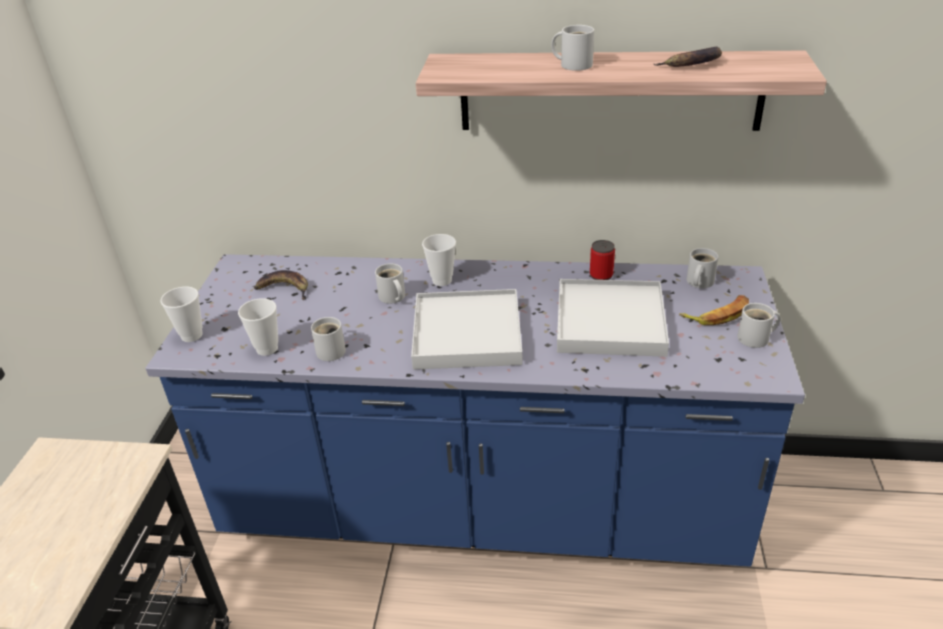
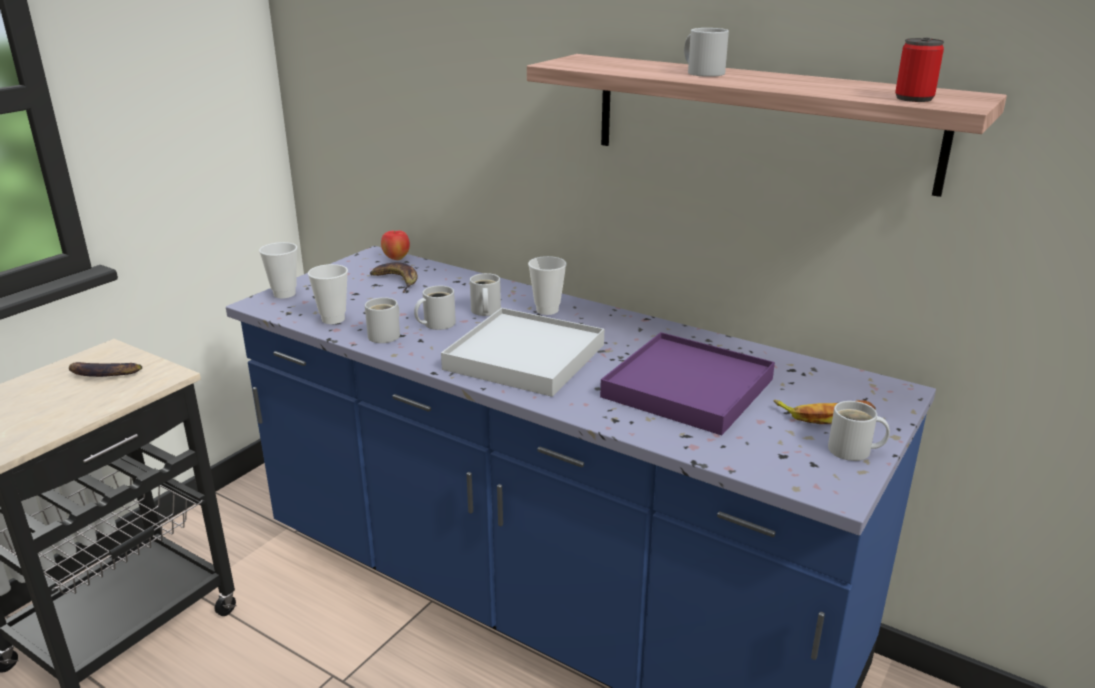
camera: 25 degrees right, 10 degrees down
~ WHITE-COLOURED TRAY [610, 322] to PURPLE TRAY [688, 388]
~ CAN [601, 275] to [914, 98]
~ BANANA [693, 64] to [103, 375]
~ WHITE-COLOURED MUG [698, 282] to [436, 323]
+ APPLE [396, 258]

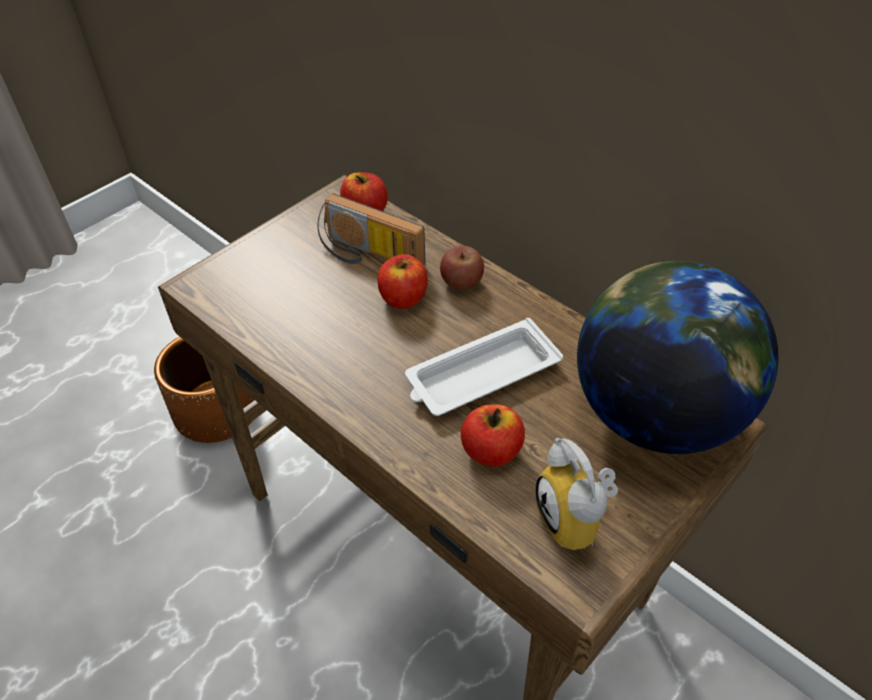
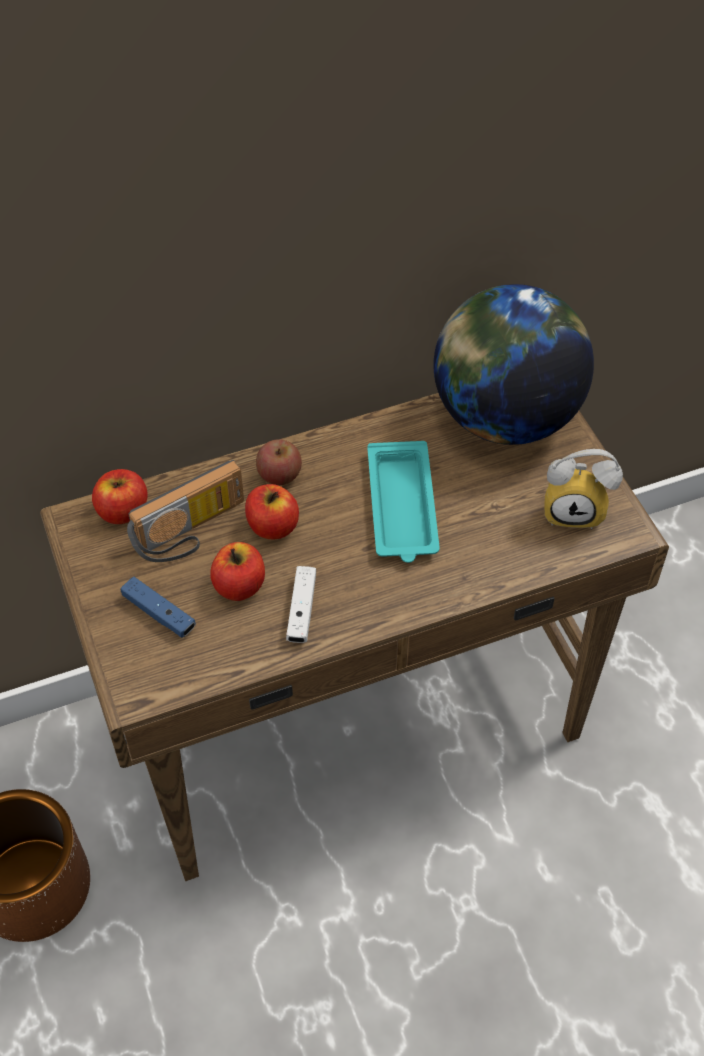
camera: 65 degrees left, 5 degrees up
~ WHITE-COLOURED TRAY [480, 375] to TURQUOISE TRAY [402, 508]
~ APPLE [491, 451] to [239, 586]
+ BLUISH JOYPAD [159, 613]
+ WHITE-COLOURED JOYPAD [301, 610]

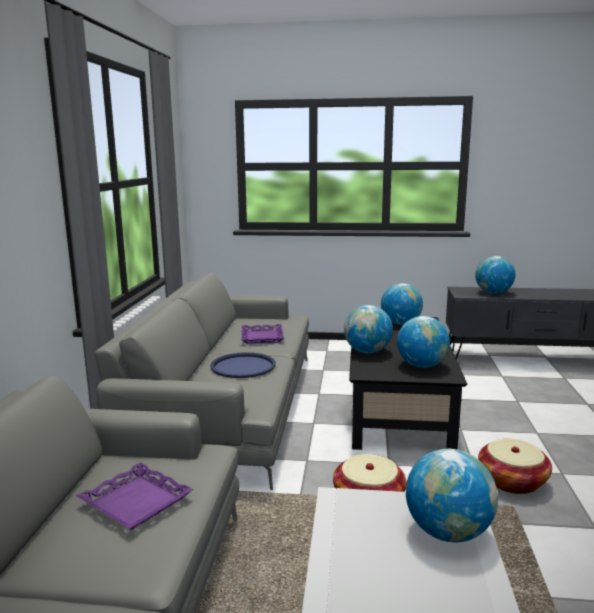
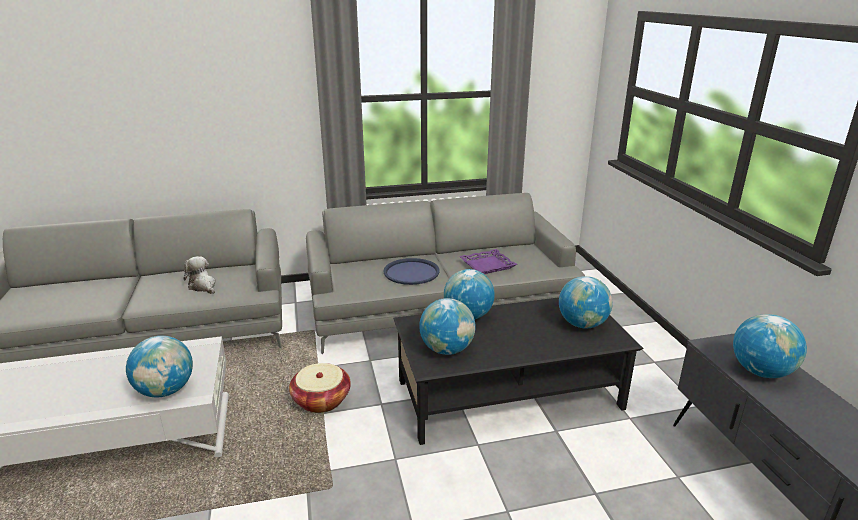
camera: 70 degrees right, 10 degrees up
~ PURPLE TRAY [137, 502] to SOFT TOY [203, 286]
- HOUSEHOLD BASKET [512, 481]

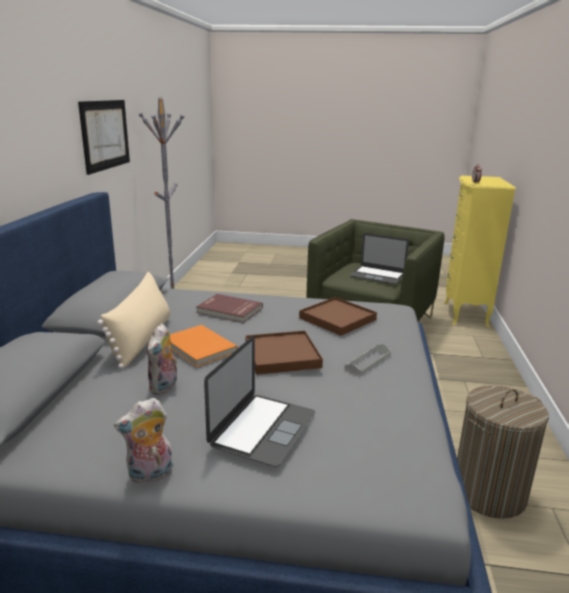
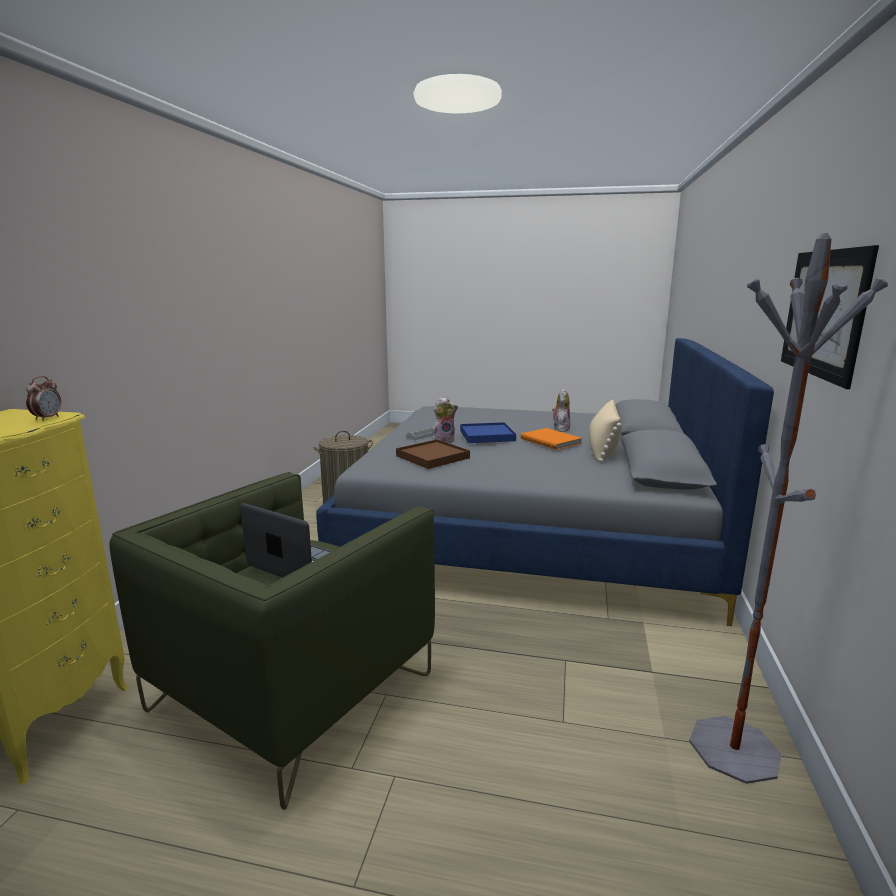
camera: 175 degrees left, 5 degrees down
~ SOFT TOY [150, 475] to [443, 441]
- RED-COLOURED BOOK [229, 310]
- LAPTOP [263, 428]
~ BROWNISH TRAY [282, 355] to BLUISH TRAY [487, 436]

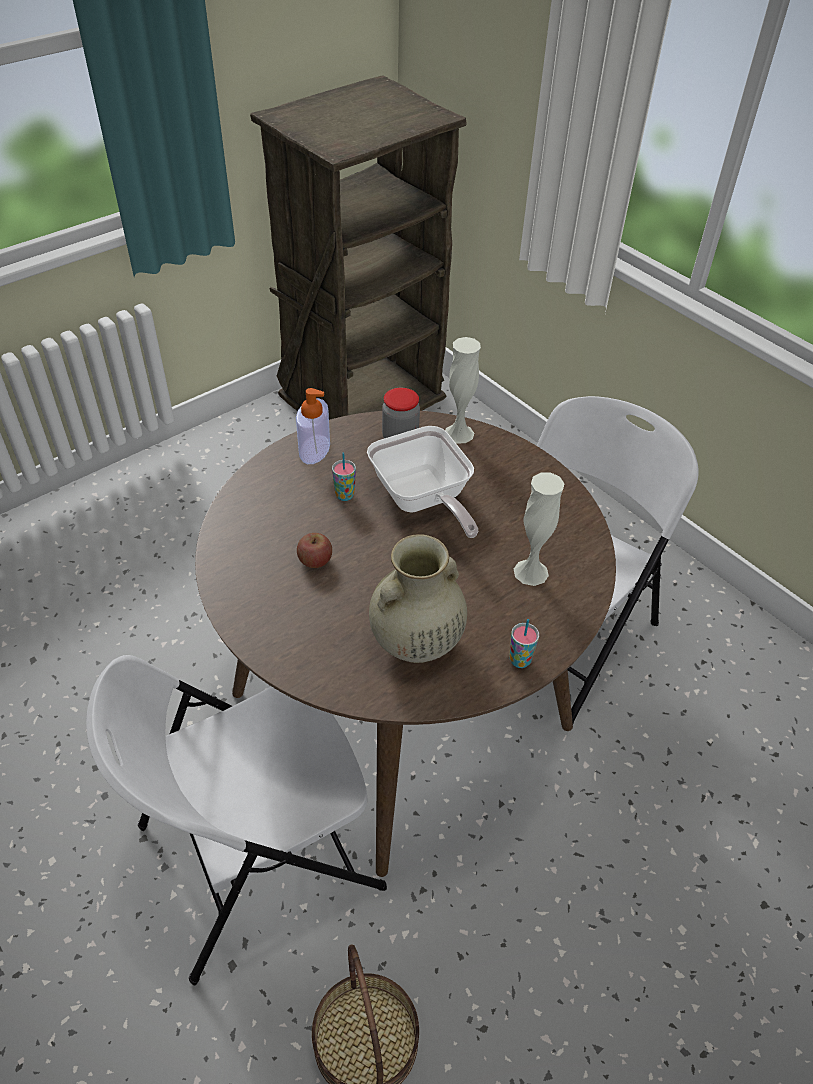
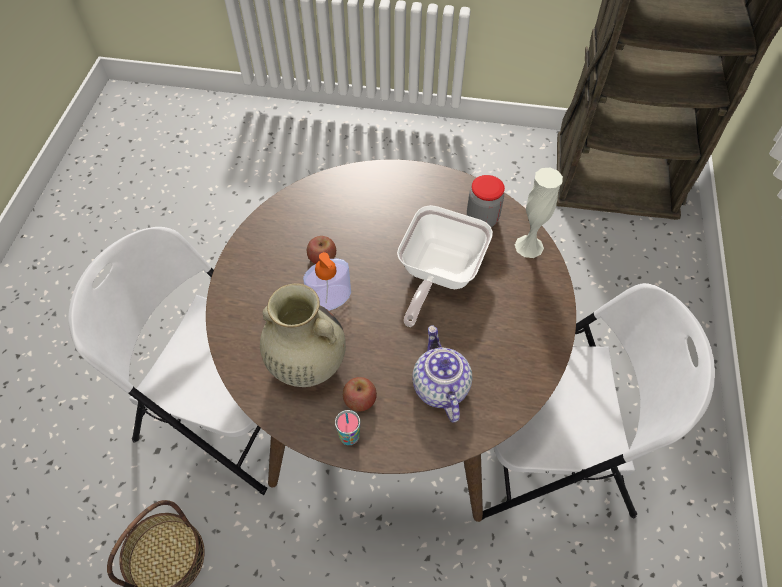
camera: 50 degrees right, 10 degrees up
~ LIQUID SOAP BOTTLE [314, 449] to [329, 298]
- DRINKING CUP [344, 495]
~ WHITE-COLOURED DECORATIVE VASE [531, 572] to TEAPOT [439, 386]
+ APPLE [360, 400]

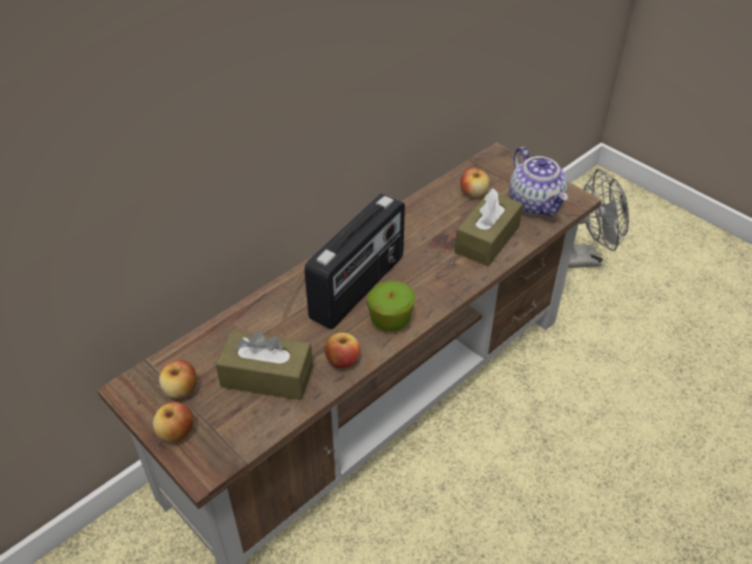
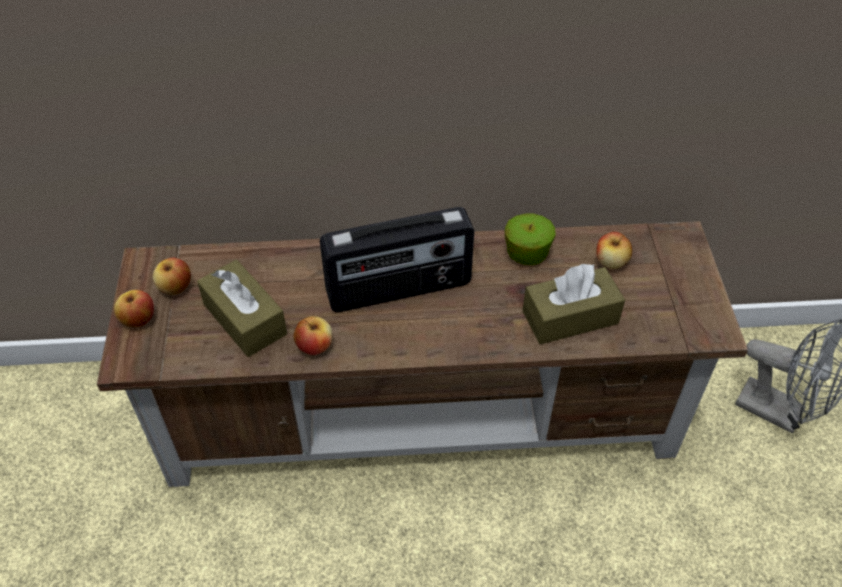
camera: 40 degrees right, 5 degrees up
~ APPLE [390, 320] to [526, 254]
- TEAPOT [536, 203]

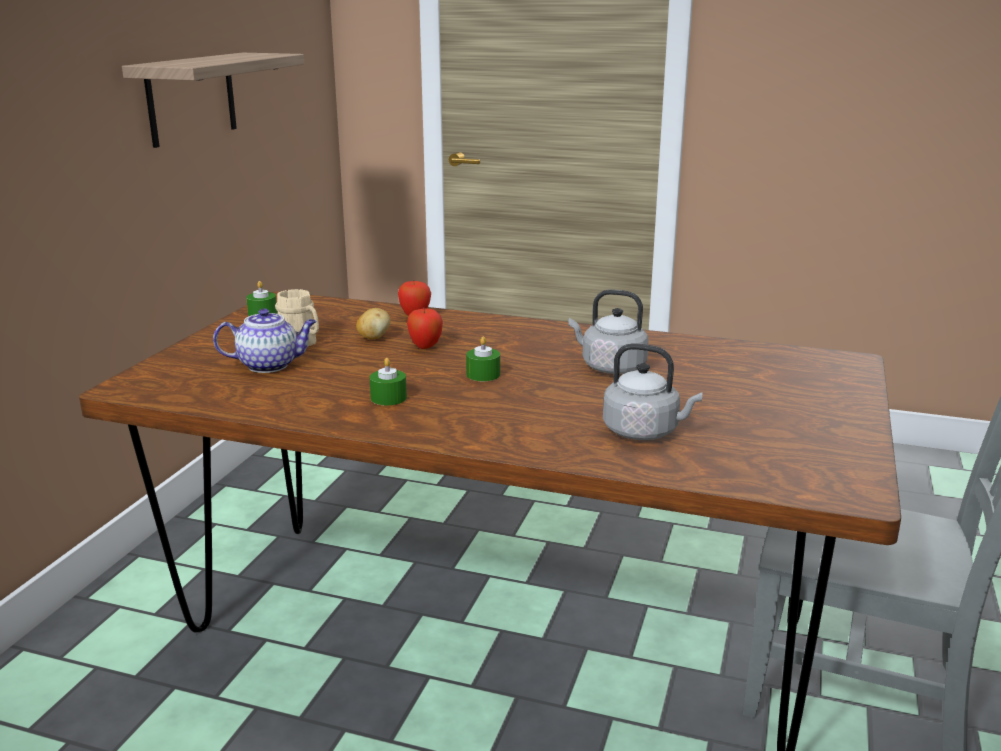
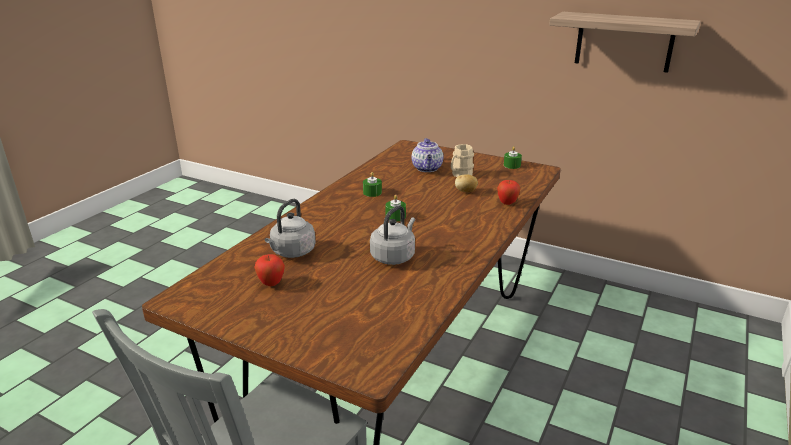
camera: 100 degrees right, 5 degrees up
~ APPLE [425, 347] to [271, 284]

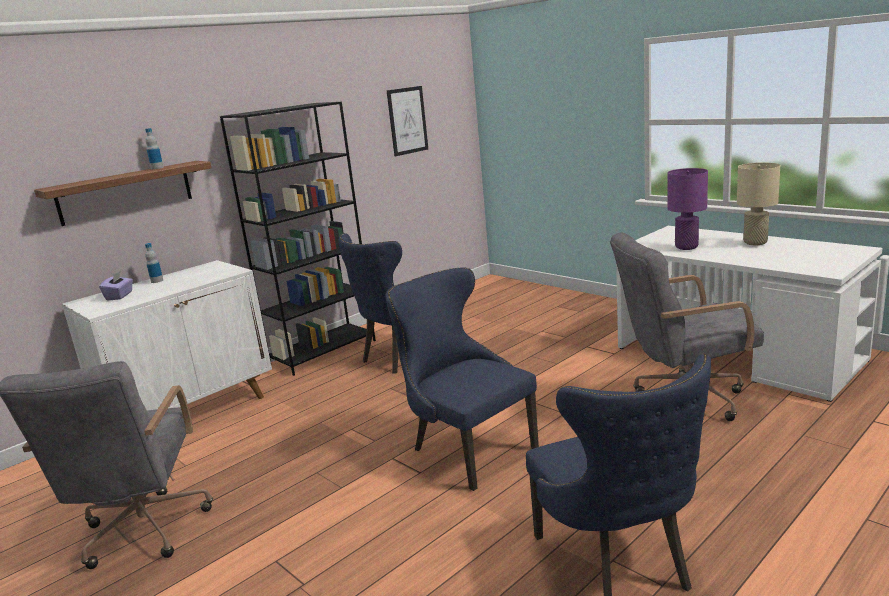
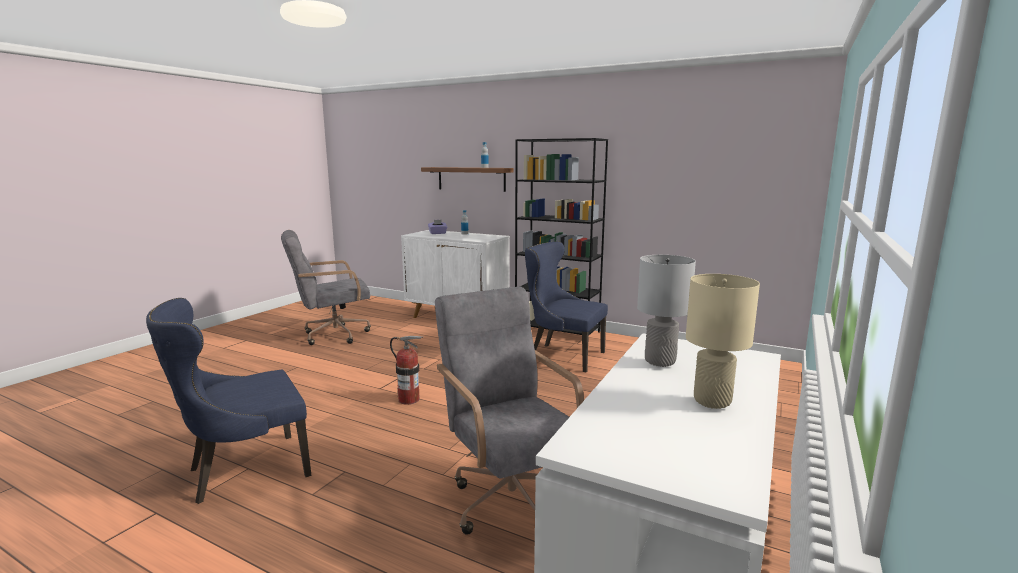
camera: 70 degrees right, 5 degrees down
~ BLUISH PLAIN CHAIR [468, 450] to FIRE EXTINGUISHER [409, 399]
- WALL PICTURE [407, 120]
~ PURPLE TABLETOP LAMP [686, 248] to GREY TABLETOP LAMP [659, 363]

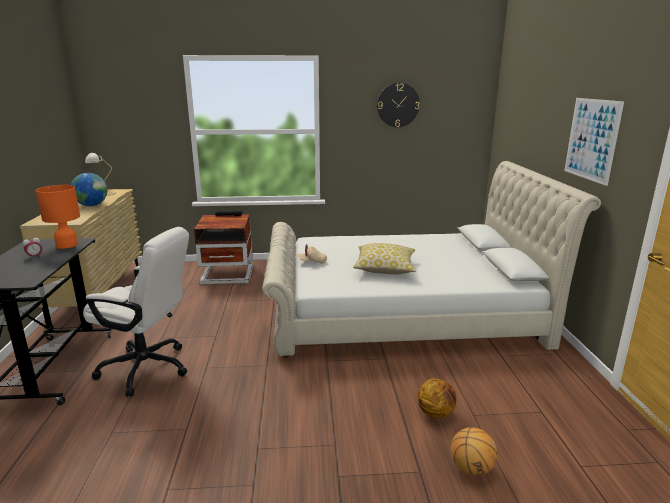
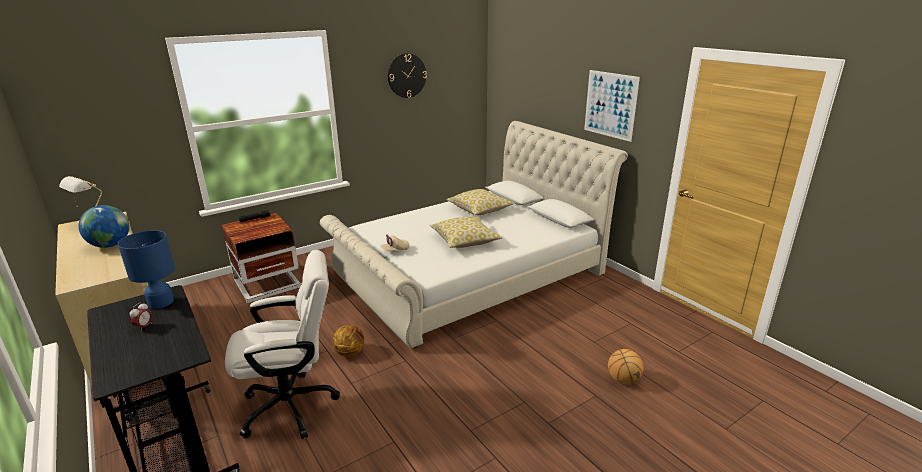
camera: 30 degrees left, 5 degrees up
~ ORANGE-COLOURED TABLETOP LAMP [66, 245] to BLUISH TABLETOP LAMP [160, 302]
~ BASKETBALL BALL [436, 413] to [350, 352]
+ CUSHION [480, 210]

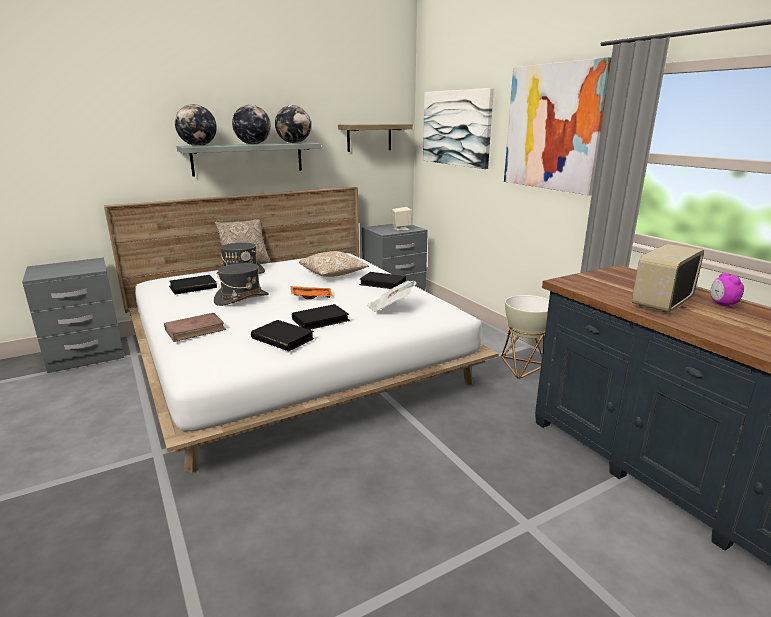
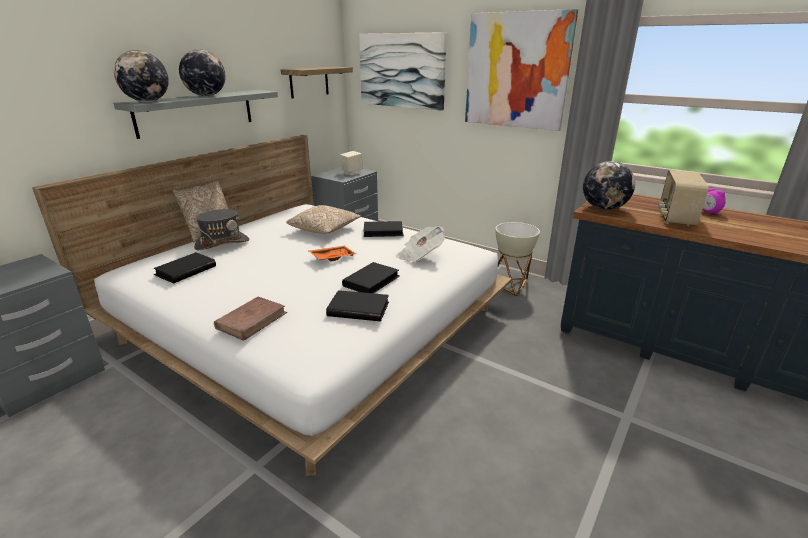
camera: 25 degrees left, 5 degrees up
- GREY HAT [241, 298]
~ WORLD GLOBE [294, 143] to [603, 208]

